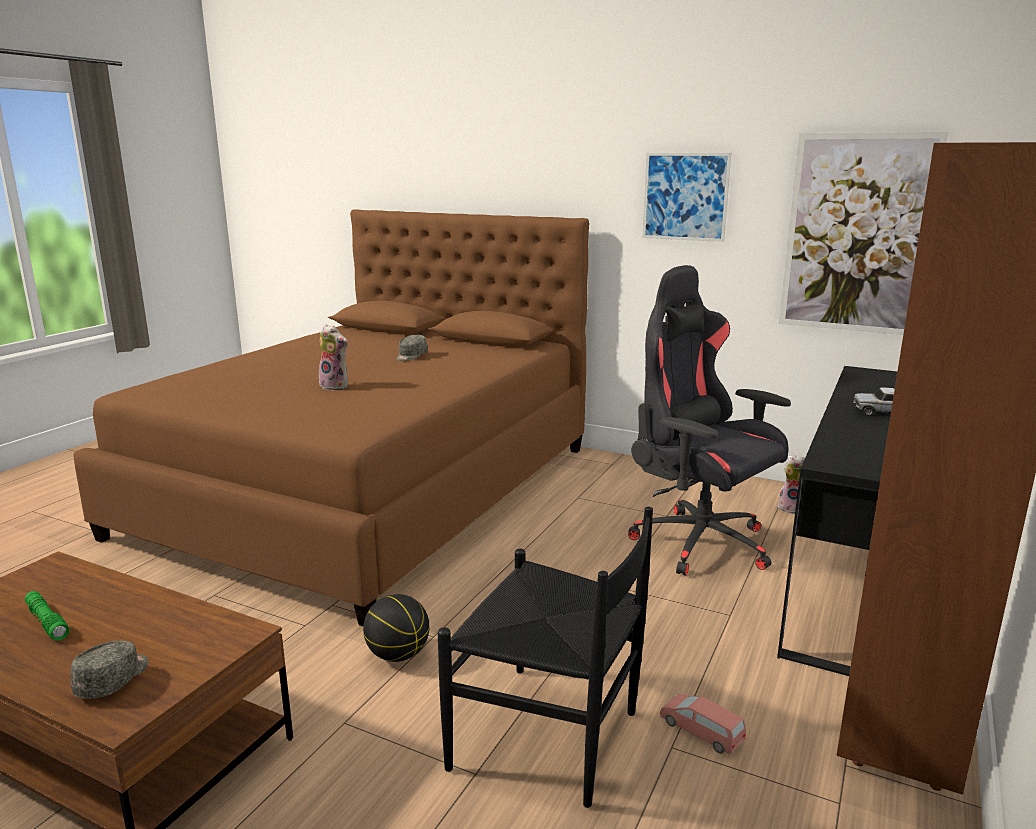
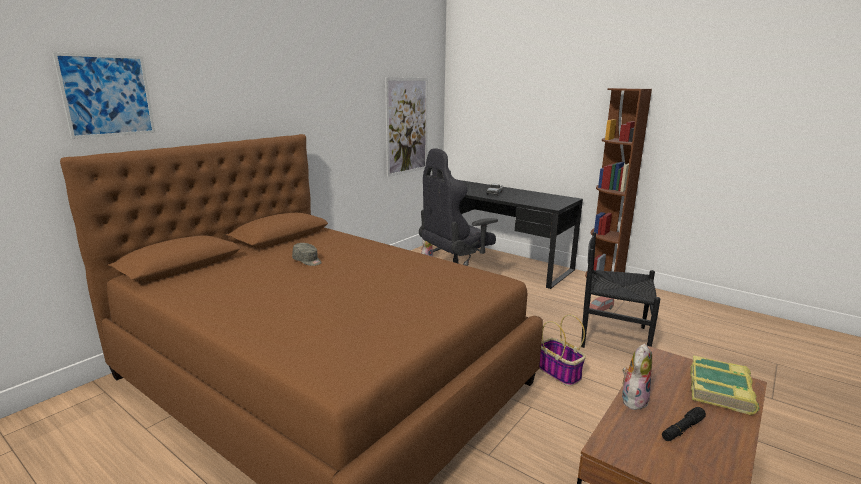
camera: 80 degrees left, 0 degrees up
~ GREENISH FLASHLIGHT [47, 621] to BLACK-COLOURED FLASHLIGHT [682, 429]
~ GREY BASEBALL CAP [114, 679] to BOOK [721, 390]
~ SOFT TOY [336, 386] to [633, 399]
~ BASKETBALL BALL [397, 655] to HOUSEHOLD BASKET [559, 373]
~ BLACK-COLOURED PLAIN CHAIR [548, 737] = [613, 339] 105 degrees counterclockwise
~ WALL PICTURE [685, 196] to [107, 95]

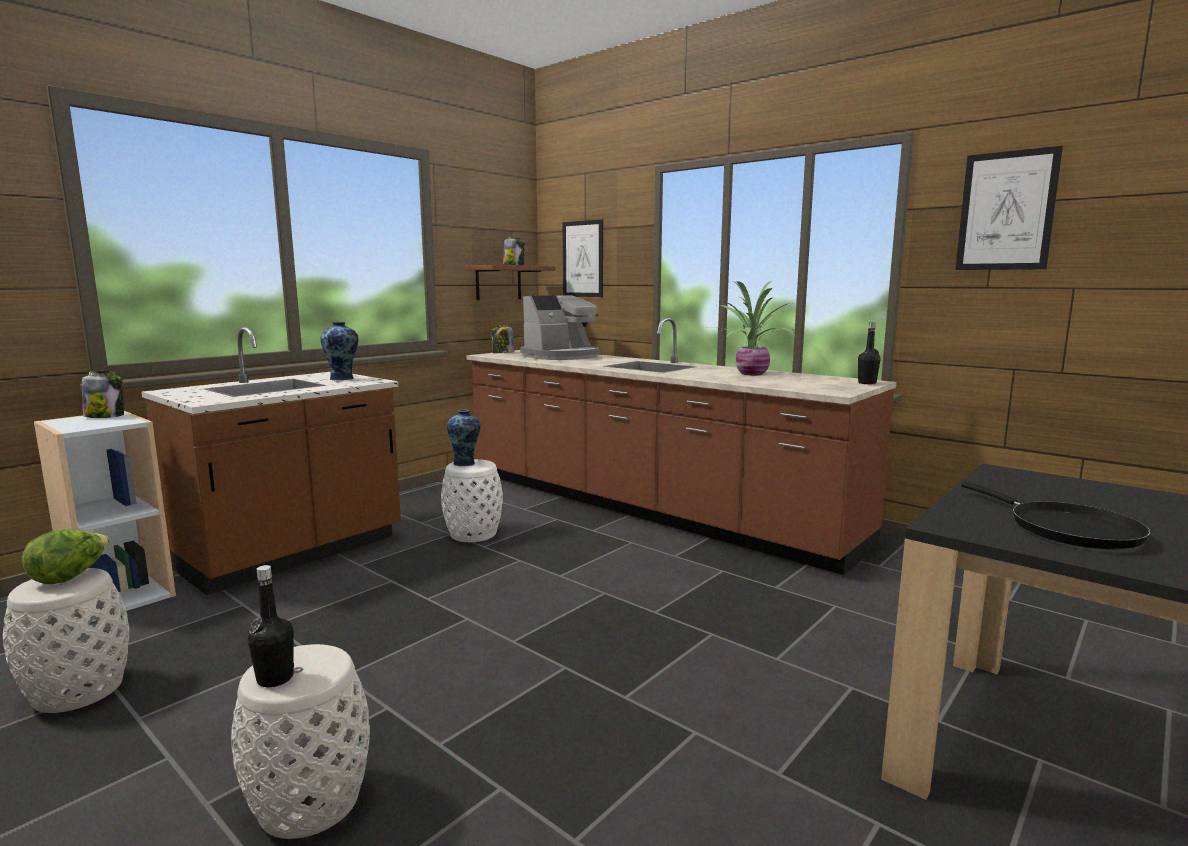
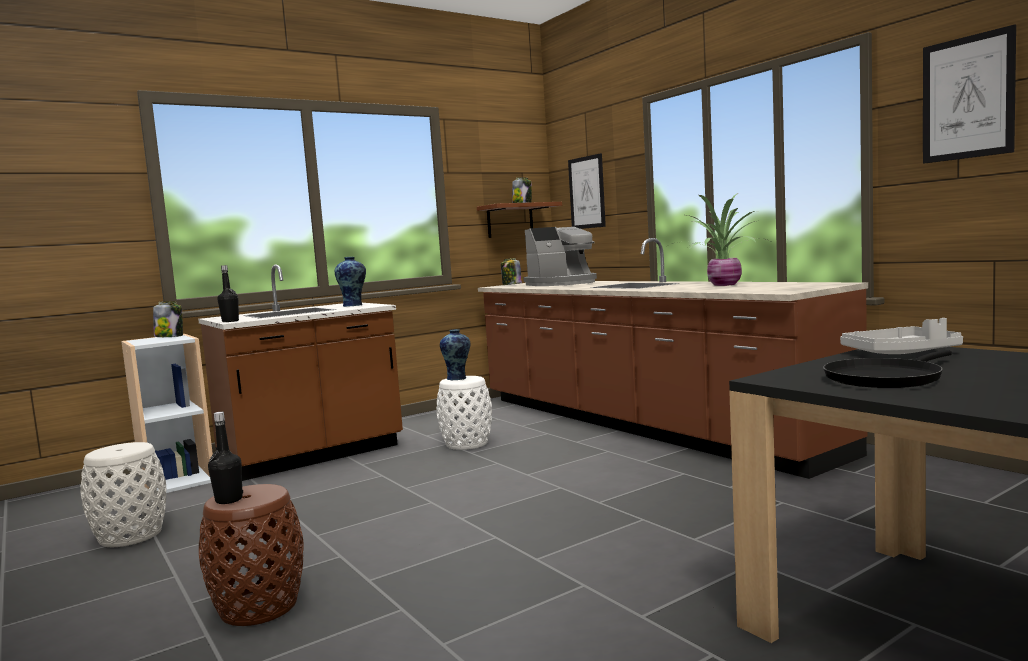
camera: 15 degrees right, 5 degrees down
- HEAD OF LETTUCE [70, 576]
~ WHITE-COLOURED SITTING STOOL [309, 802] to BROWNISH SITTING STOOL [259, 607]
~ BLACK-COLOURED BOTTLE [867, 383] to [230, 321]
~ BLACK-COLOURED PAN [1066, 529] = [886, 378] 60 degrees clockwise
+ GREY TRAY [900, 353]

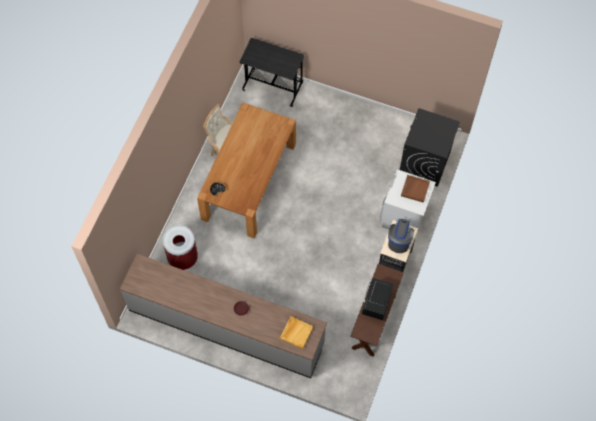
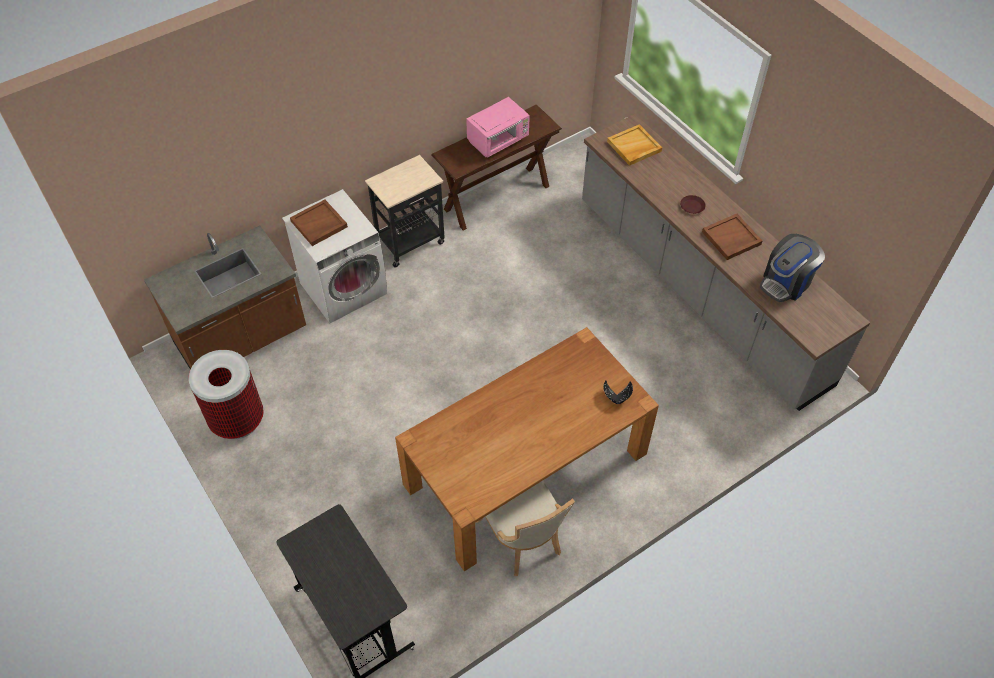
camera: 145 degrees left, 10 degrees down
~ TRASH CAN [182, 258] to [237, 420]
~ BLACK-COLOURED MICROWAVE [376, 303] to PINKISH MICROWAVE [499, 141]
~ COFFEE BREWER [399, 240] to [786, 282]
~ BLACK-COLOURED LAUNDRY APPLIANCE [425, 162] to BROWNISH COUNTER [241, 338]
+ BROWNISH TRAY [731, 238]

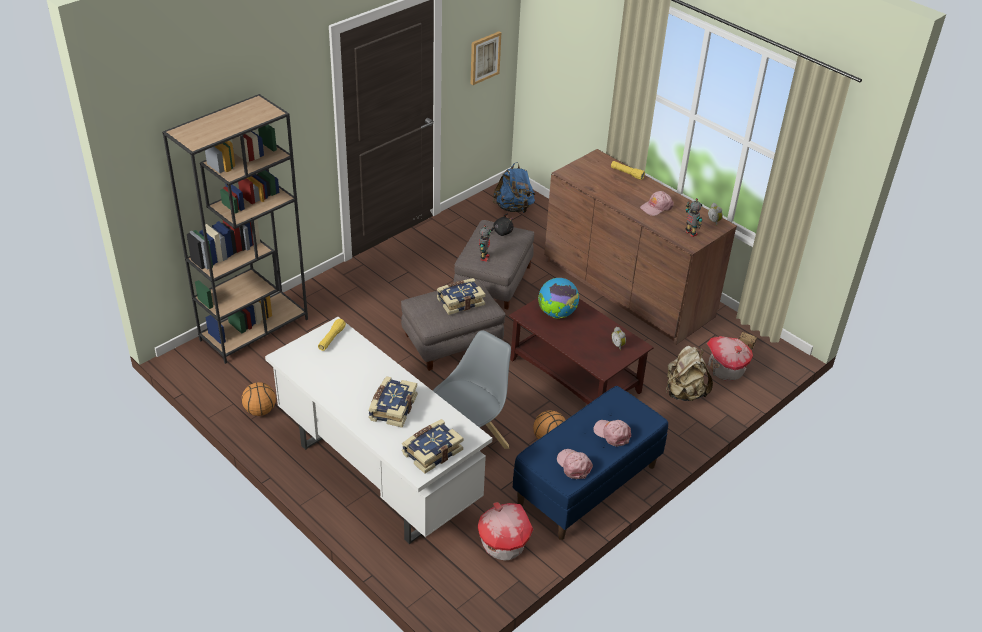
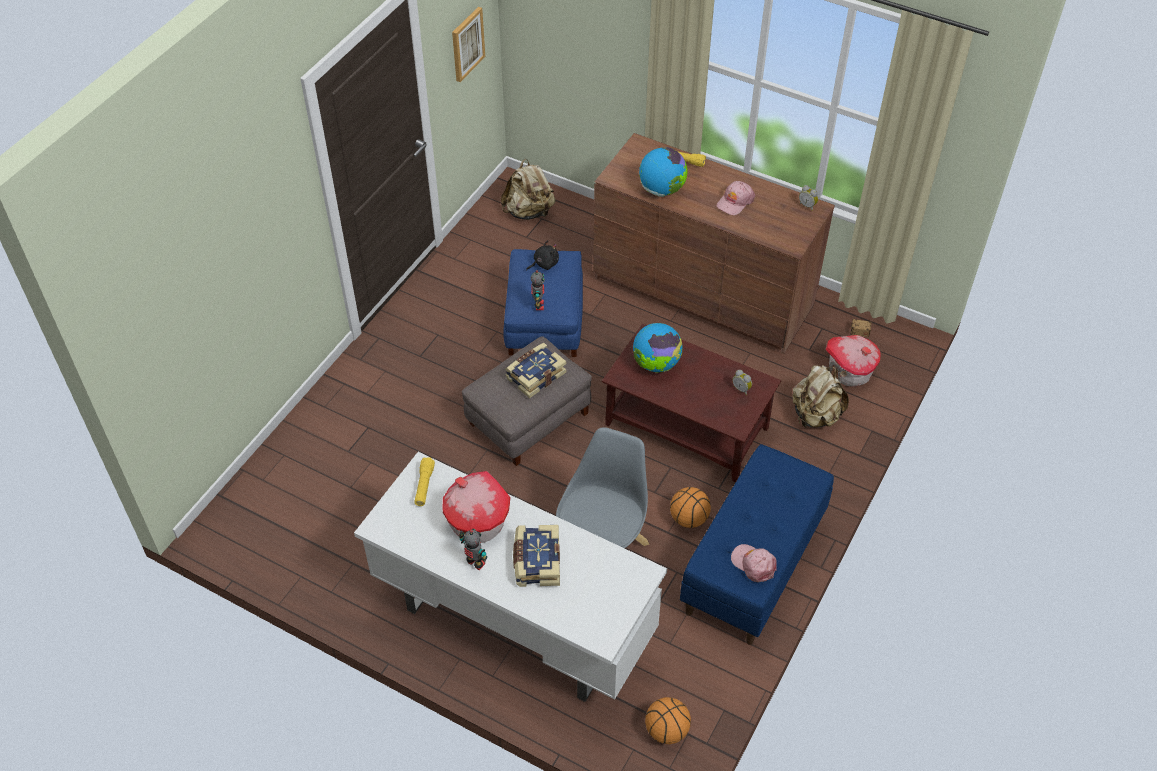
camera: 15 degrees left, 10 degrees up
- BOOKSHELF [254, 329]
~ BASKETBALL BALL [260, 410] to [666, 730]
- BOOK [431, 451]
~ GREY FOOTREST [493, 281] to BLUISH FOOTREST [544, 321]
~ MODEL HOUSE [503, 544] to [476, 522]
~ BLUISH BACKPACK [514, 208] to SAND-COLOURED BACKPACK [529, 212]
- PINKISH BASEBALL CAP [612, 434]
~ MODEL ROBOT [690, 233] to [475, 564]
+ WORLD GLOBE [662, 190]

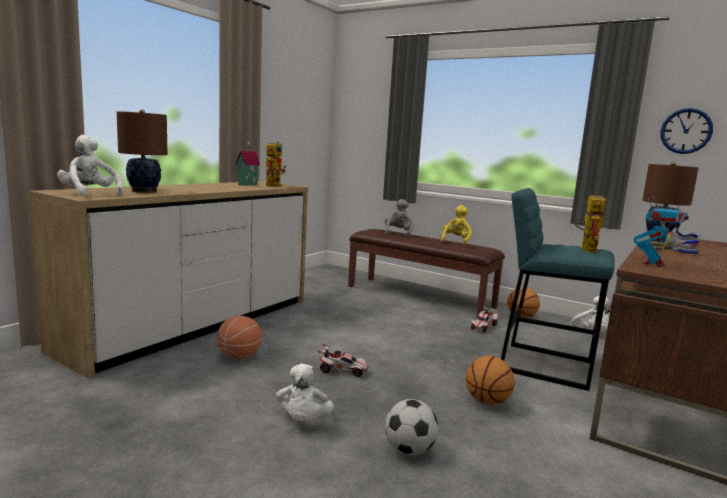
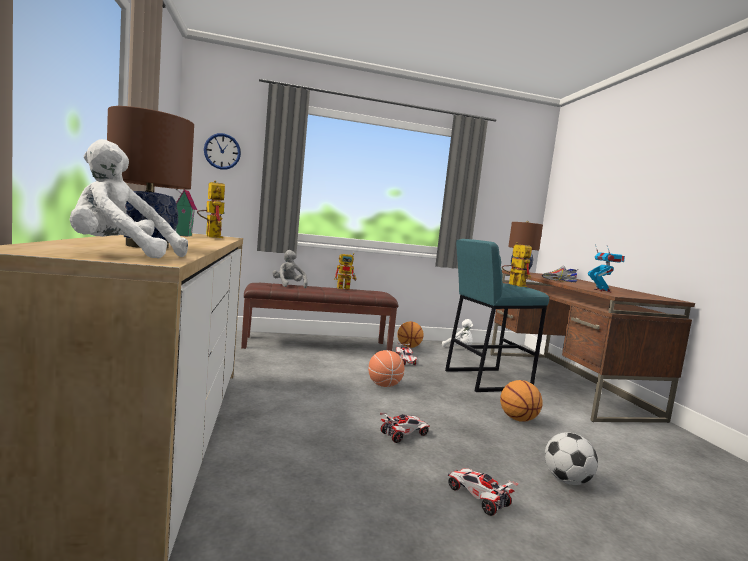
camera: 45 degrees left, 5 degrees down
~ BASKETBALL BALL [239, 356] to [384, 385]
~ WHITE-COLOURED SOFT TOY [303, 421] to MINIATURE CAR [477, 498]
~ YELLOW-COLOURED SOFT TOY [456, 241] to MODEL ROBOT [346, 288]
~ WALL CLOCK [686, 131] to [222, 151]

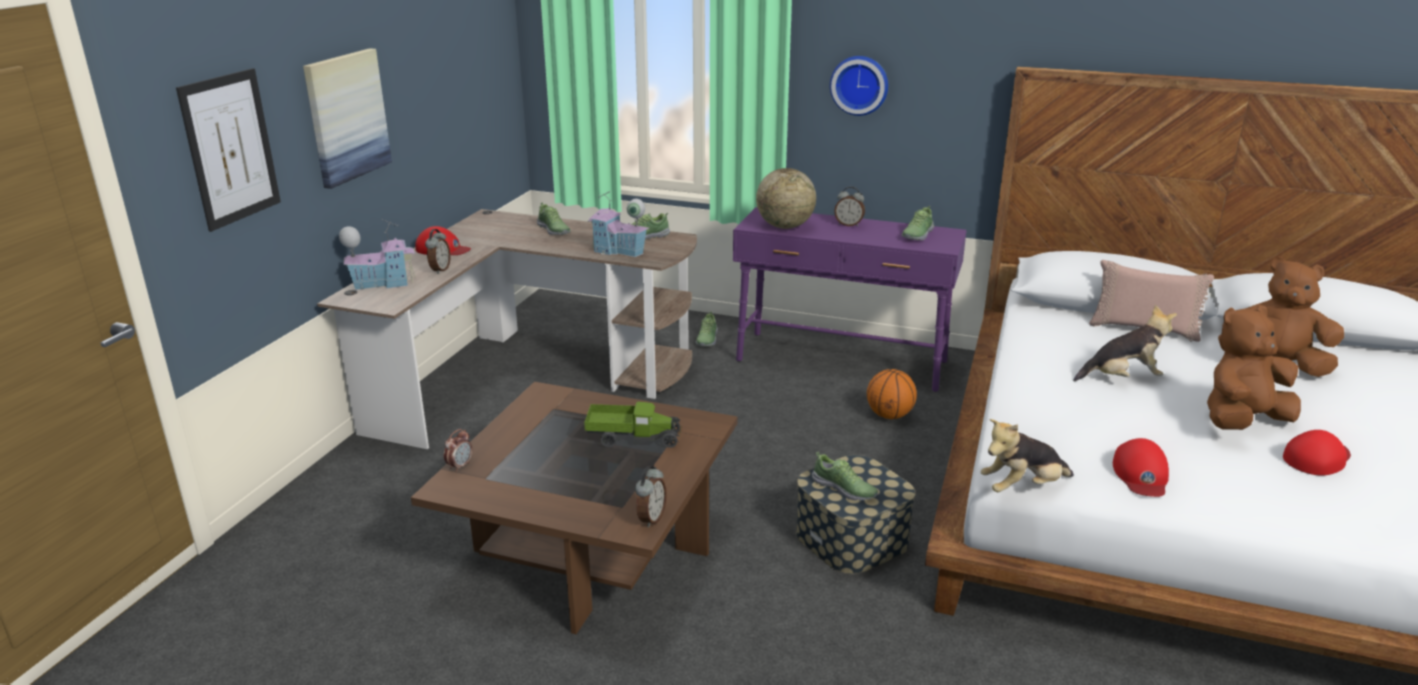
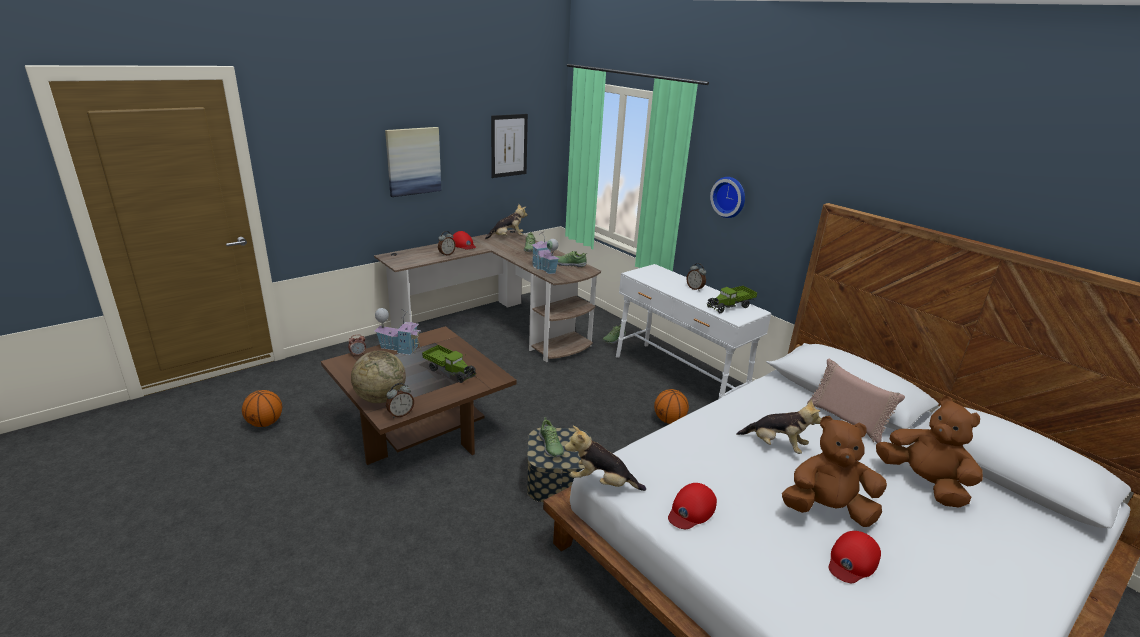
camera: 30 degrees right, 0 degrees up
~ WALL PICTURE [230, 148] to [509, 145]
~ MODEL HOUSE [383, 283] to [400, 348]
~ PURPLE HALL TABLE [841, 362] to WHITE-COLOURED HALL TABLE [678, 378]
~ WORLD GLOBE [785, 226] to [380, 398]
~ LOW SHOE [917, 234] to TOY TRUCK [730, 306]
~ RED-COLOURED BASEBALL CAP [1317, 458] = [852, 561] 135 degrees clockwise
+ BASKETBALL BALL [265, 423]
+ SOFT TOY [507, 238]

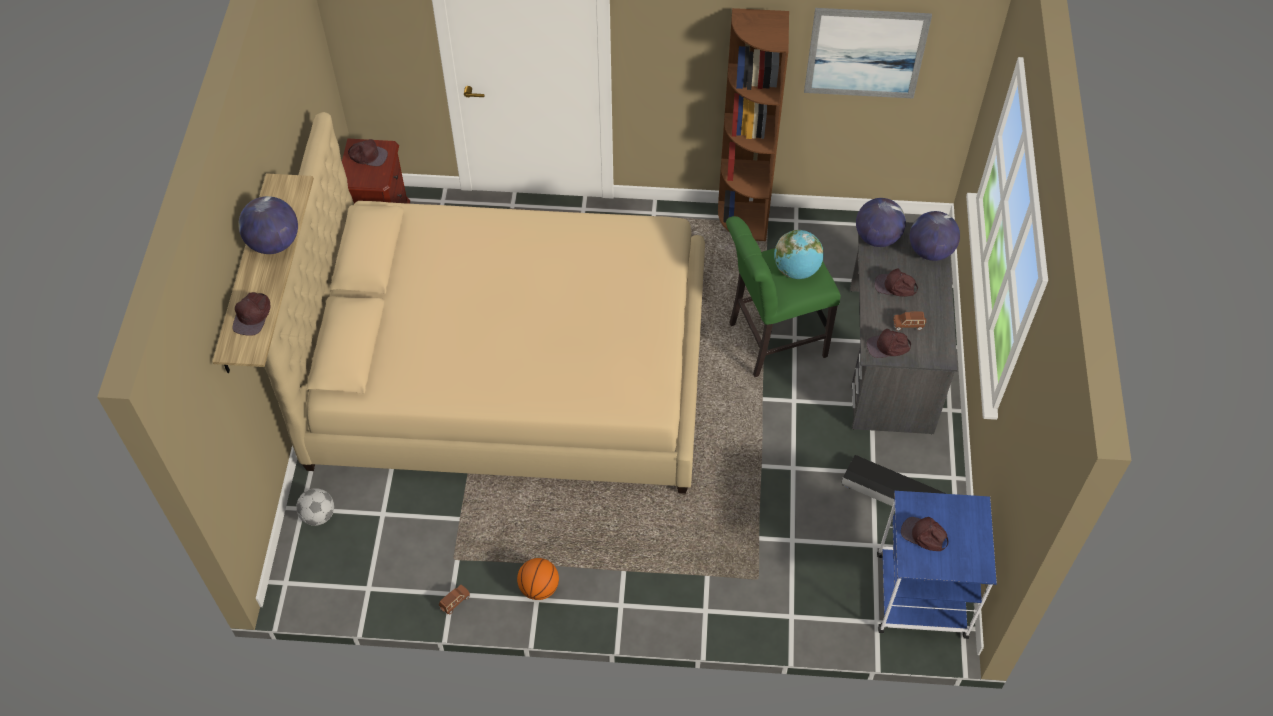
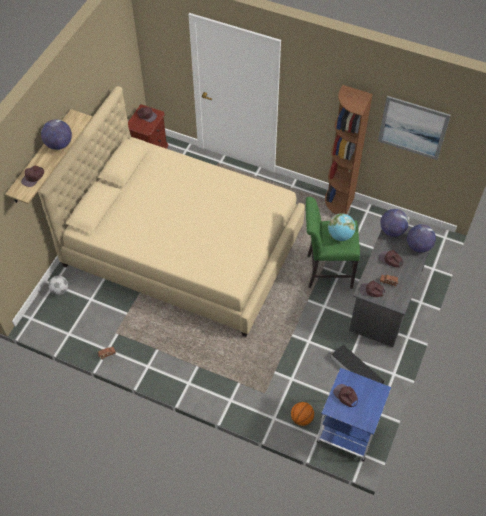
camera: 20 degrees right, 0 degrees up
~ BASKETBALL BALL [539, 587] to [301, 418]

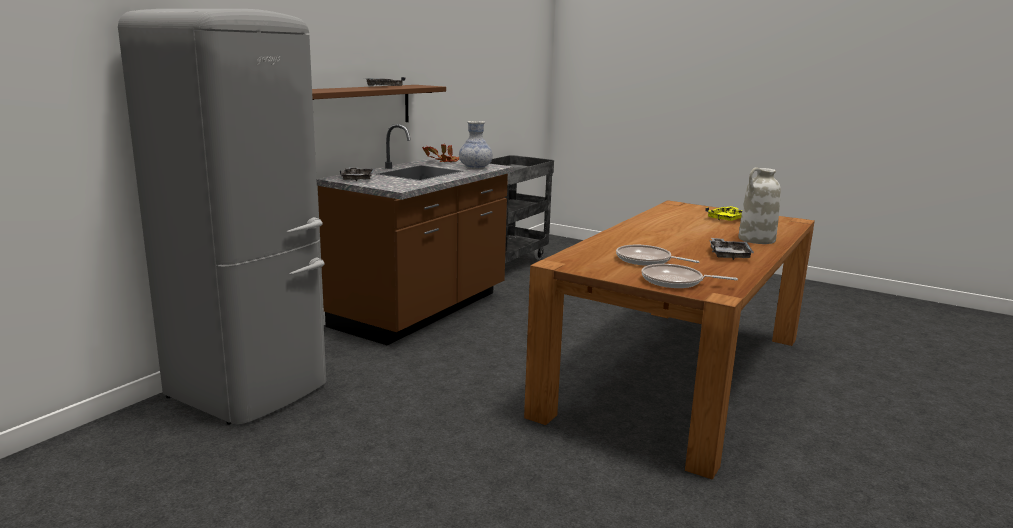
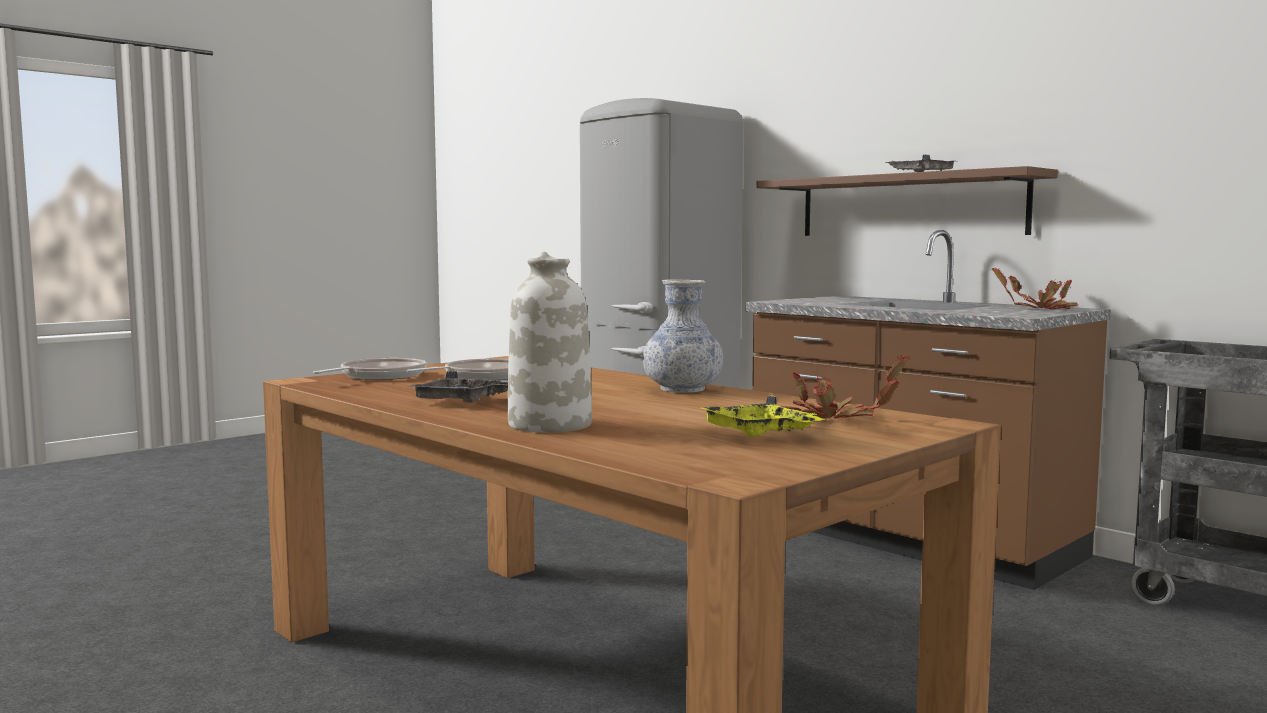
camera: 105 degrees right, 10 degrees down
- GREY TRAY [358, 179]
~ DECORATIVE VASE [475, 168] to [682, 389]
+ HOUSEPLANT [834, 419]

